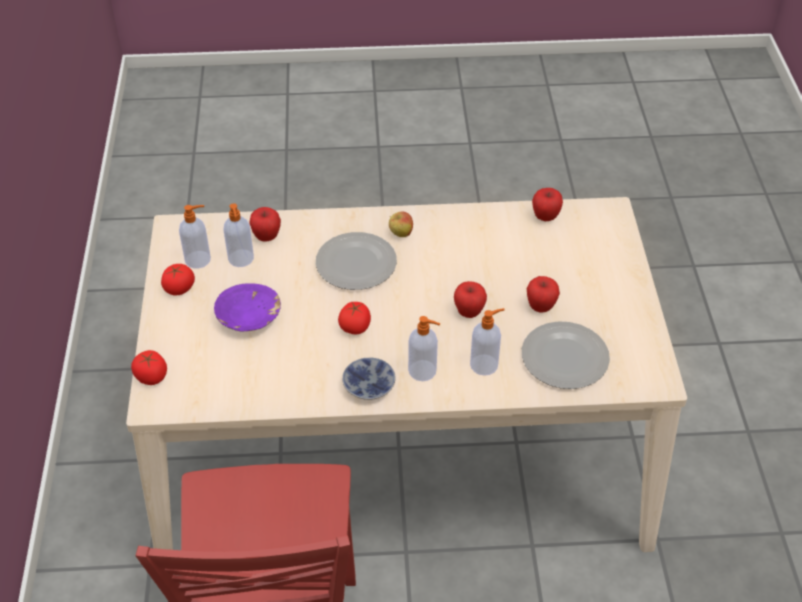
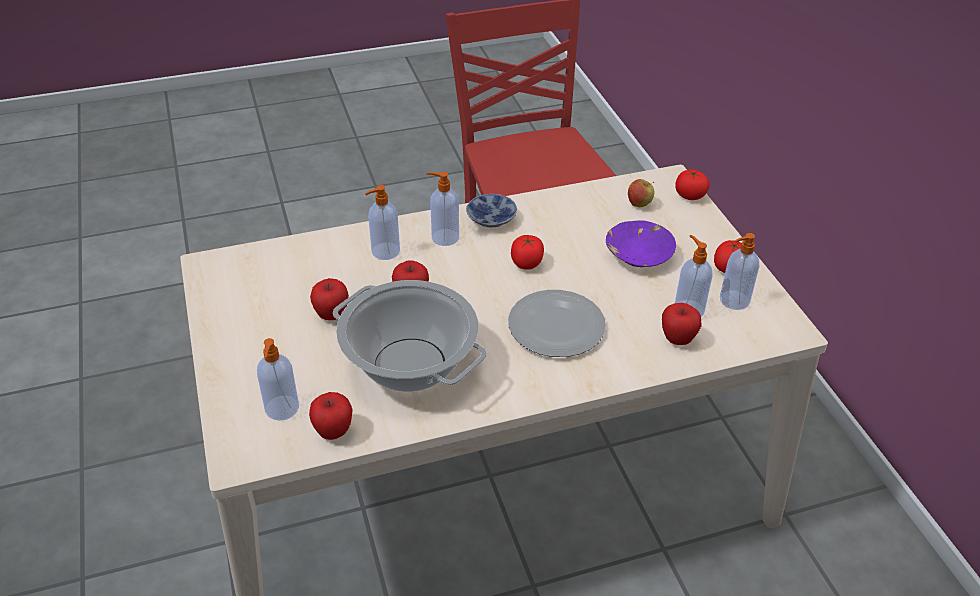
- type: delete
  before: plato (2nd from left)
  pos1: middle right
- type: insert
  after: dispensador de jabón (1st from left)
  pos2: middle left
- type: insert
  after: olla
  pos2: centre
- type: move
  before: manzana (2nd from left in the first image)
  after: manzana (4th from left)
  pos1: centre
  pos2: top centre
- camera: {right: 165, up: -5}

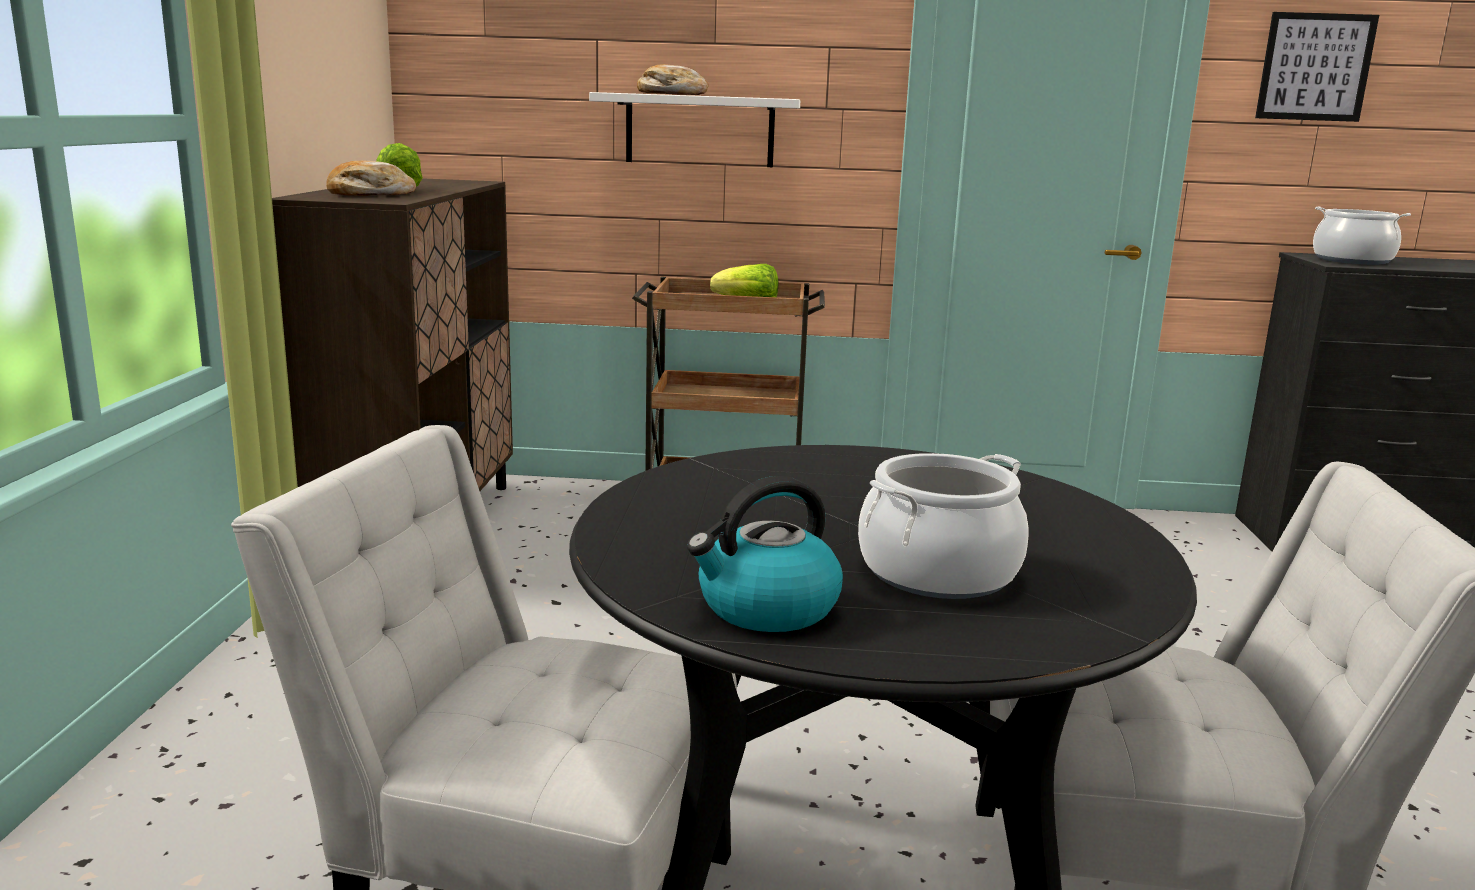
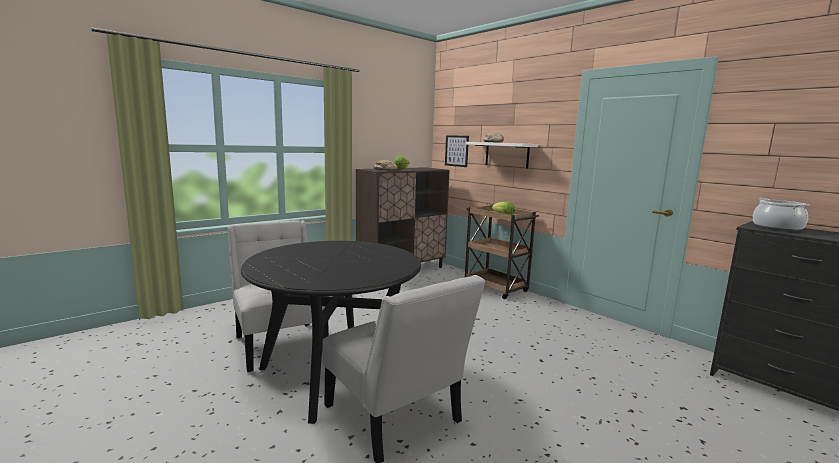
- type: delete
  before: hervidor
  pos1: centre
- type: delete
  before: olla (1st from left)
  pos1: centre
- type: move
  before: cuadro
  pos1: top right
  pos2: top centre
- camera: {right: 45, up: -5}

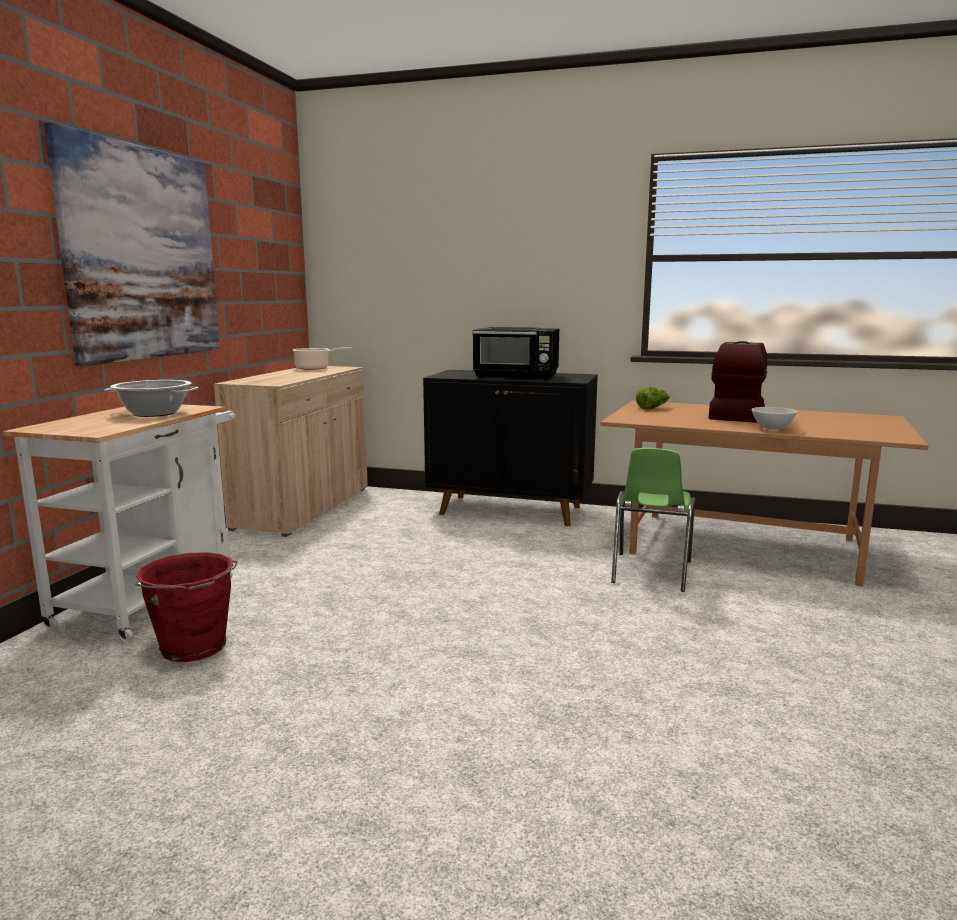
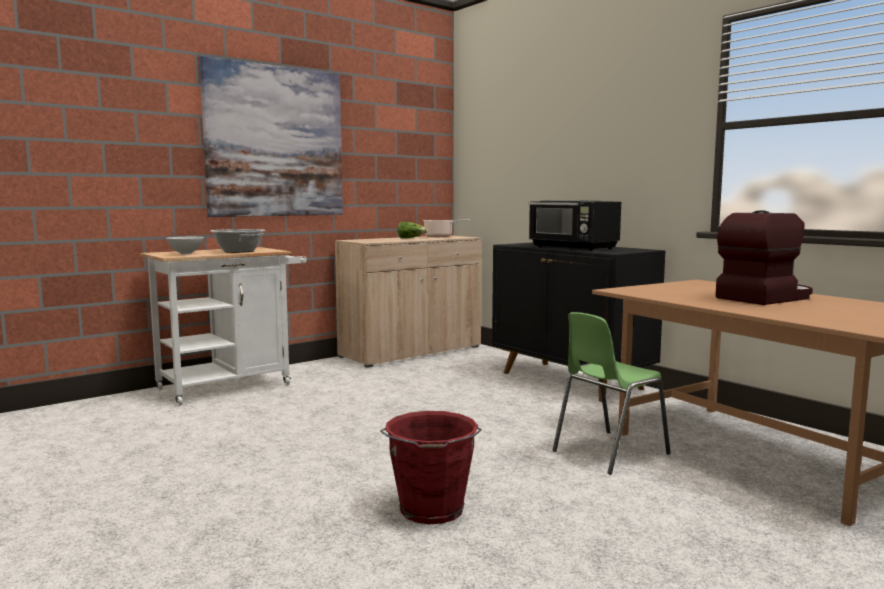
- type: move
  before: cubo/rojo
  pos1: middle left
  pos2: bottom centre
- type: move
  before: lechuga
  pos1: middle right
  pos2: centre
- type: move
  before: cuenco/blanco
  pos1: middle right
  pos2: middle left
- camera: {right: 35, up: -5}

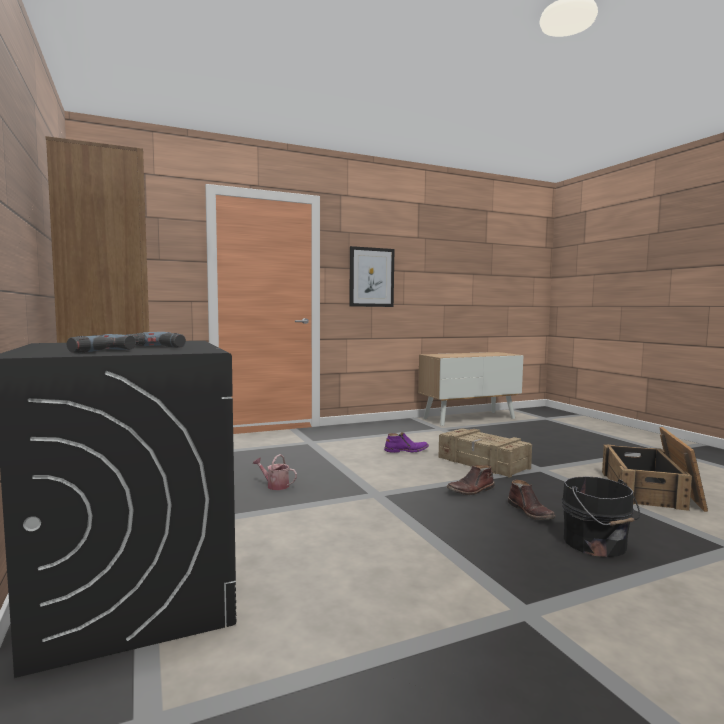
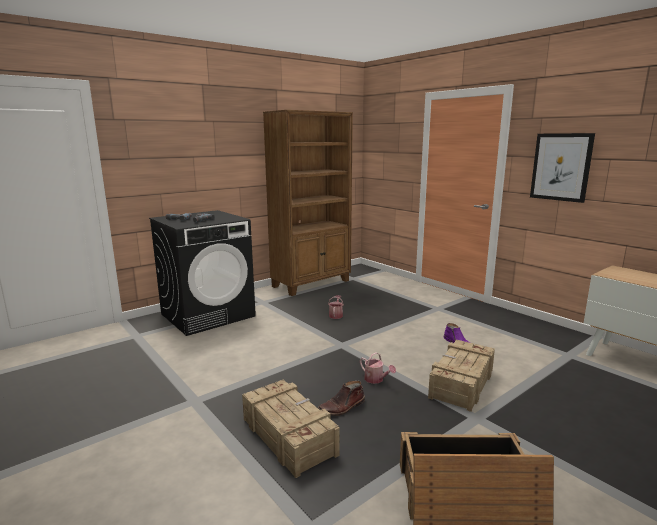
- type: replace
  before: bota/marrón (1st from left)
  after: regadera (2nd from left)
  pos1: centre
  pos2: bottom centre
- type: replace
  before: cubo/negro
  after: caja de embalaje (1st from left)
  pos1: bottom right
  pos2: bottom centre
- camera: {right: 75, up: 10}

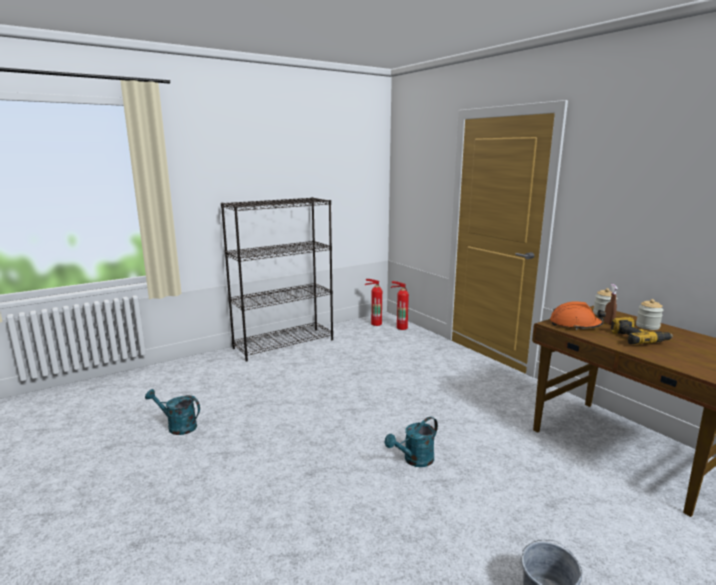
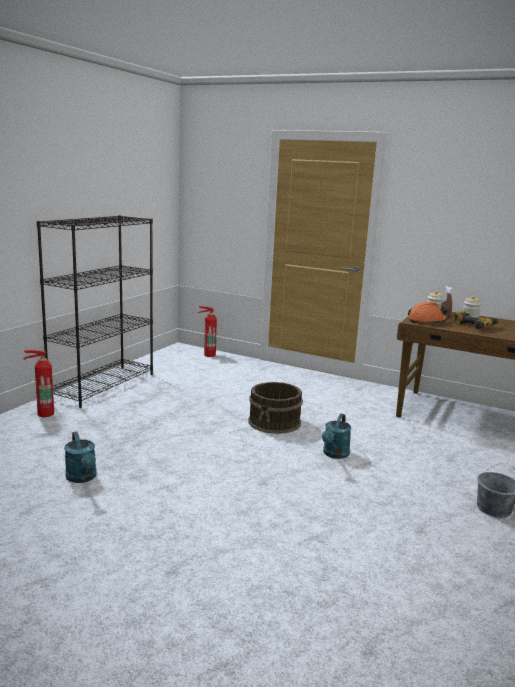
- type: insert
  after: cubo/marrón
  pos2: centre
- type: move
  before: extintor (1st from left)
  pos1: centre
  pos2: middle left
- type: rotate
  before: regadera/turquesa (1st from left)
  pos1: bottom left
  pos2: middle left
  turn: -105
- camera: {right: -30, up: 0}

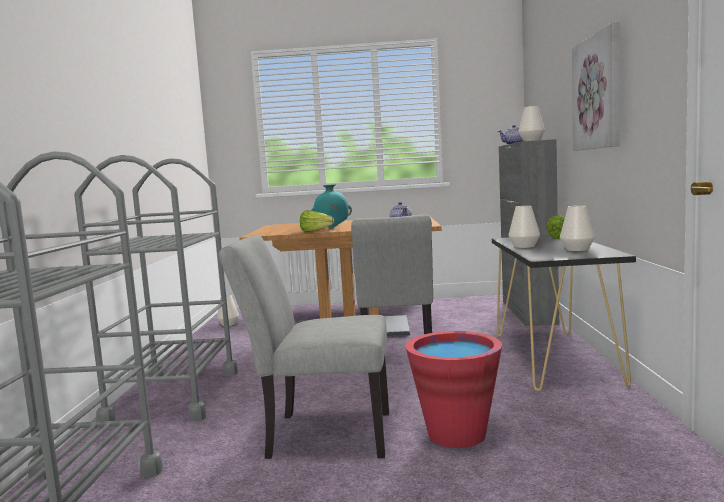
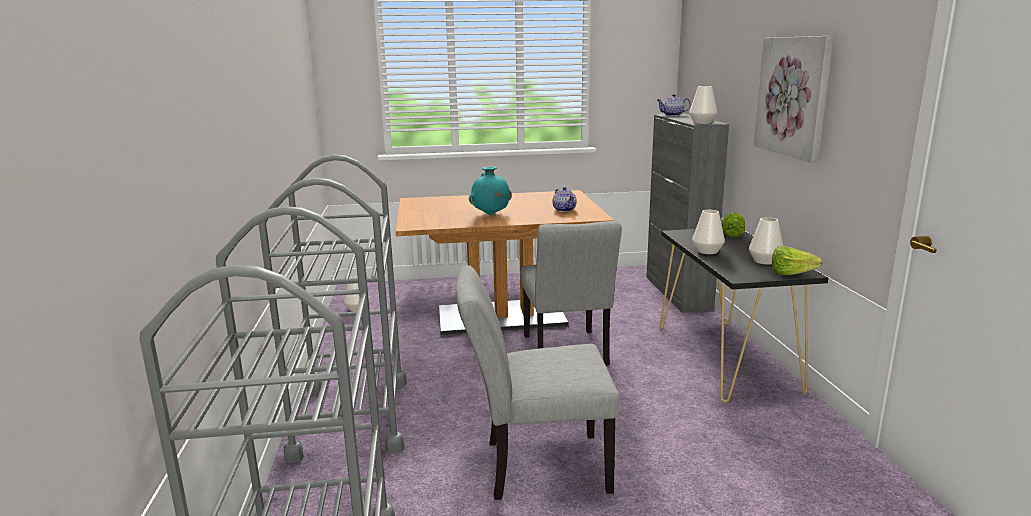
- type: delete
  before: cubo/rojo
  pos1: bottom centre
- type: move
  before: lechuga (1st from left in the first image)
  after: lechuga (2nd from left)
  pos1: centre
  pos2: middle right
- camera: {right: -10, up: 10}

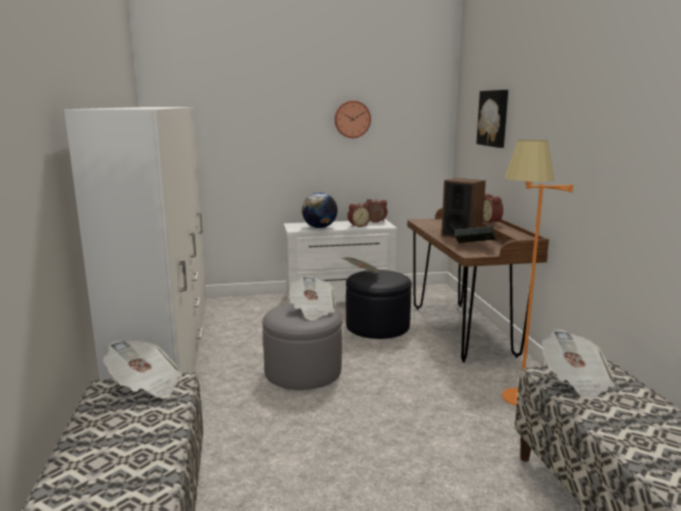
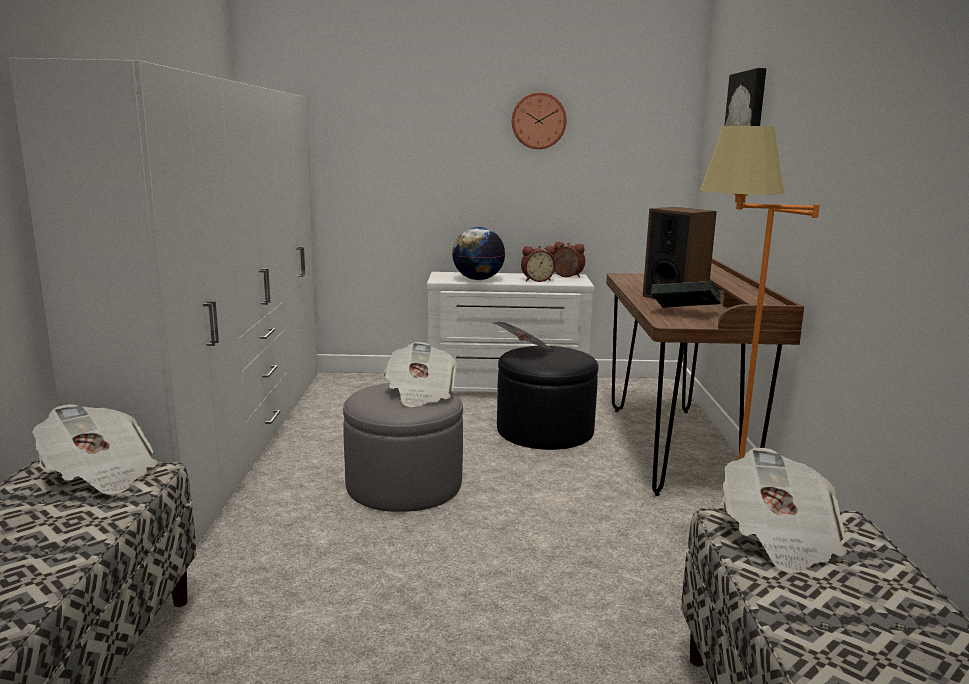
- type: delete
  before: despertador (3rd from left)
  pos1: middle right
- camera: {right: 10, up: 0}

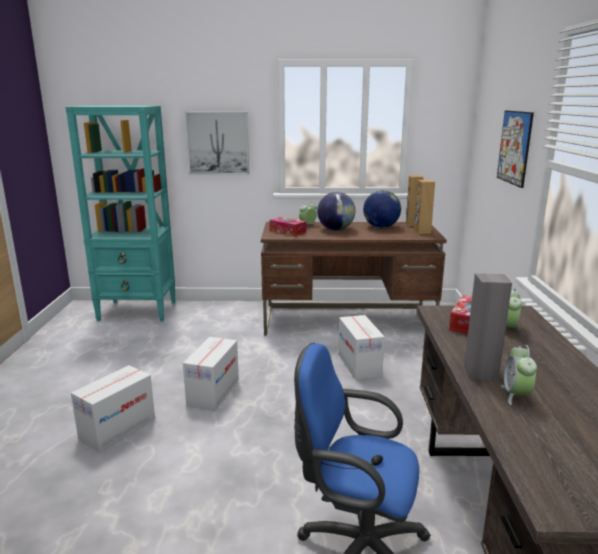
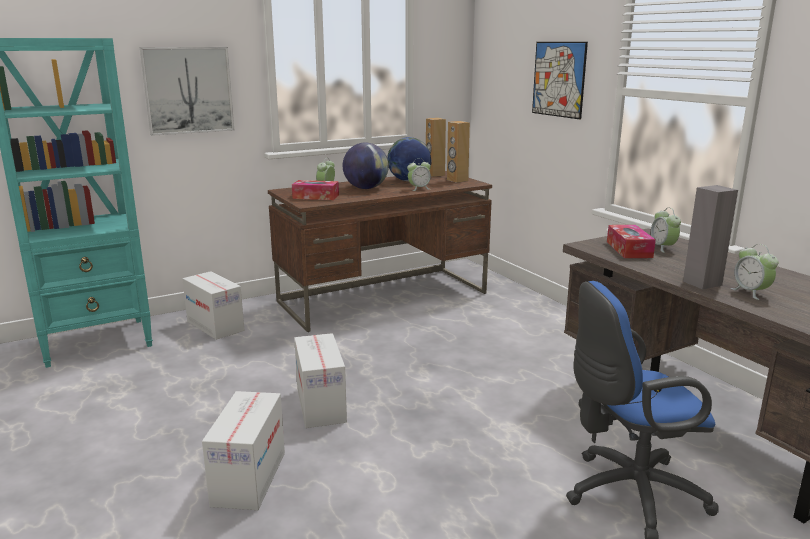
- type: insert
  after: despertador (2nd from left)
  pos2: top centre
- type: move
  before: caja de cartón (3rd from left in the first image)
  after: caja de cartón (1st from left)
  pos1: centre
  pos2: middle left
- camera: {right: -30, up: 0}

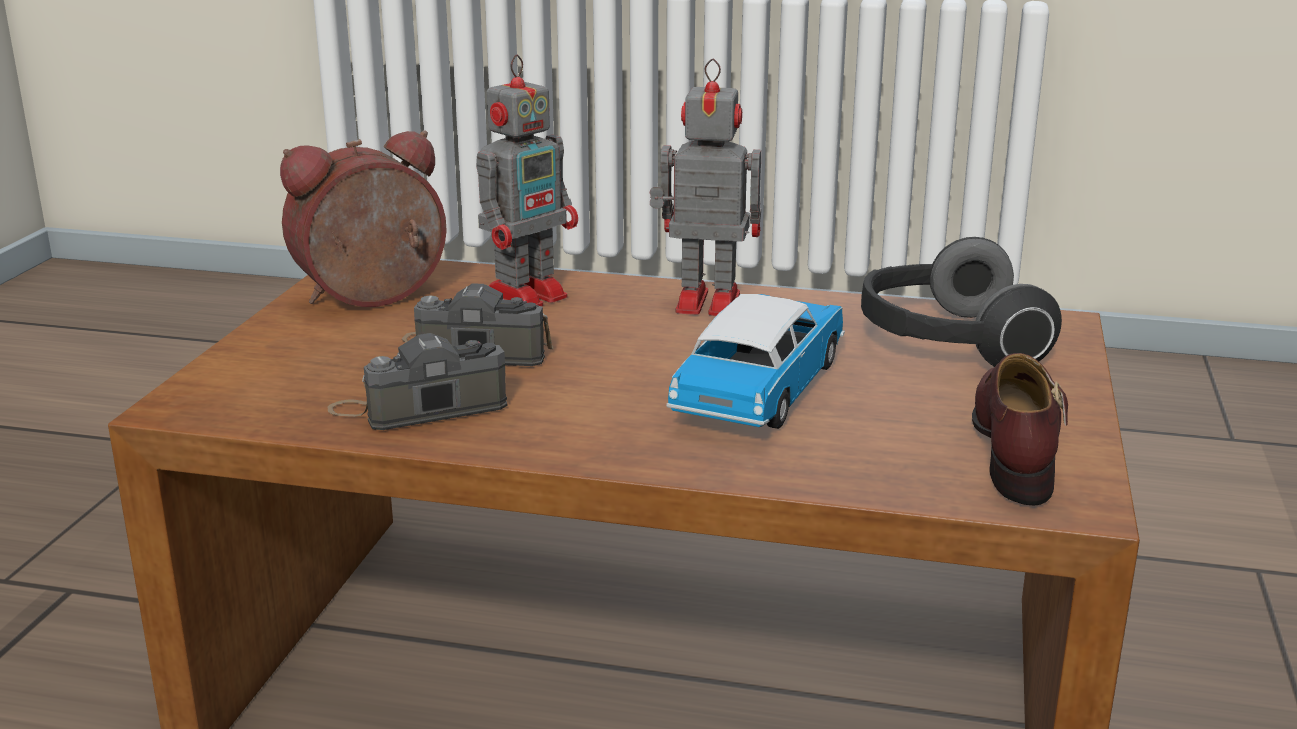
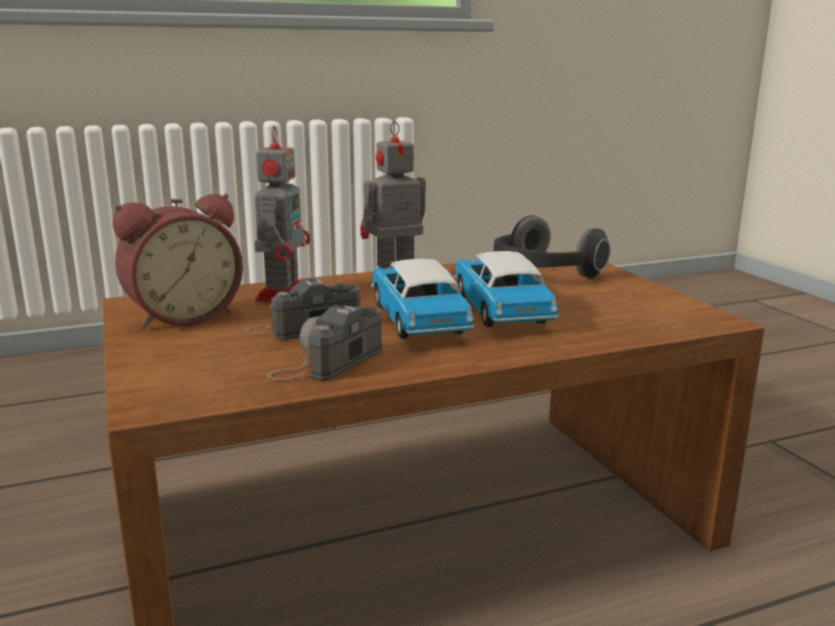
- type: delete
  before: zapato/marrón
  pos1: middle right
- type: insert
  after: coche de juguete (1st from left)
  pos2: centre
- type: rotate
  before: despertador
  pos1: top left
  pos2: middle left
  turn: -150
- camera: {right: -35, up: -5}

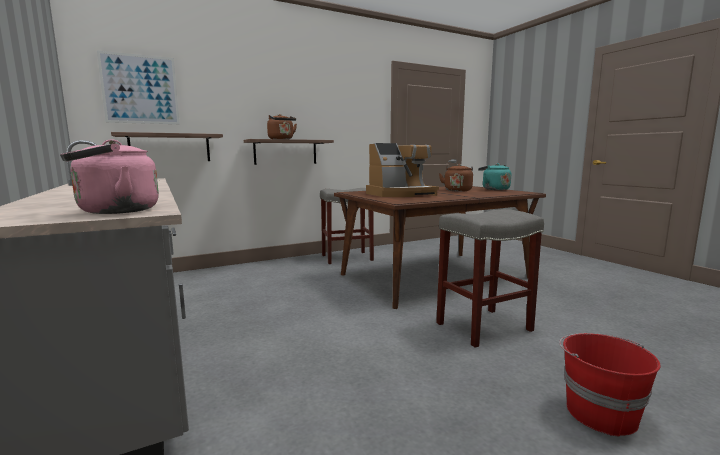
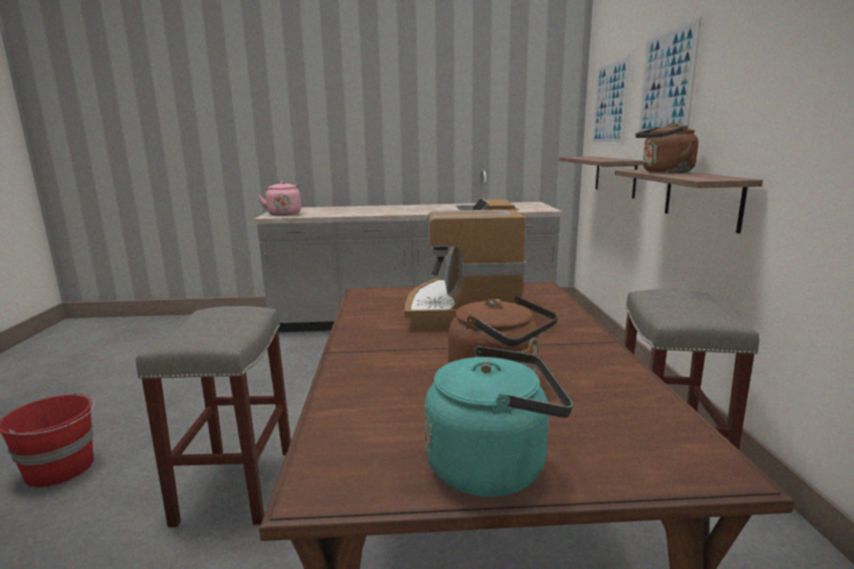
- type: insert
  after: cuadro (2nd from left)
  pos2: top right
- camera: {right: 115, up: 5}

